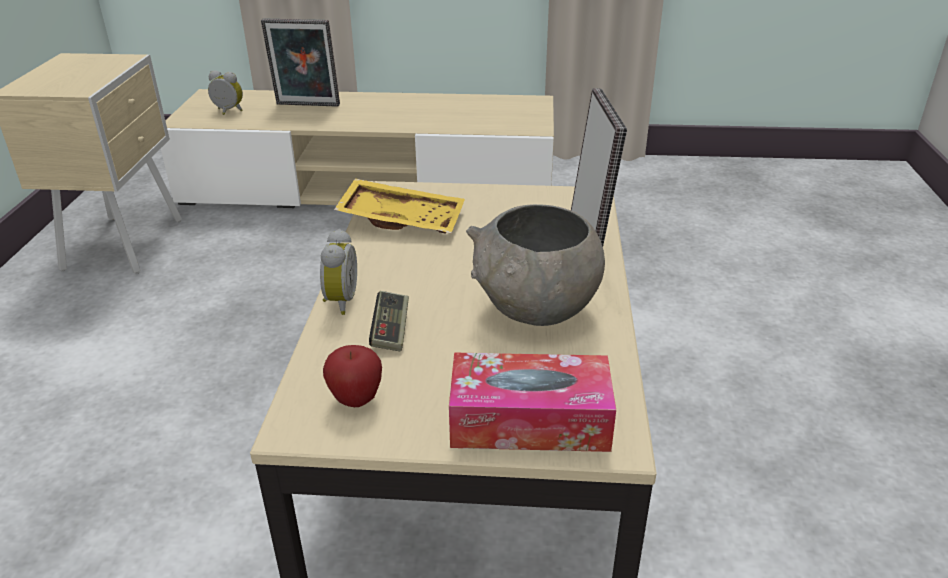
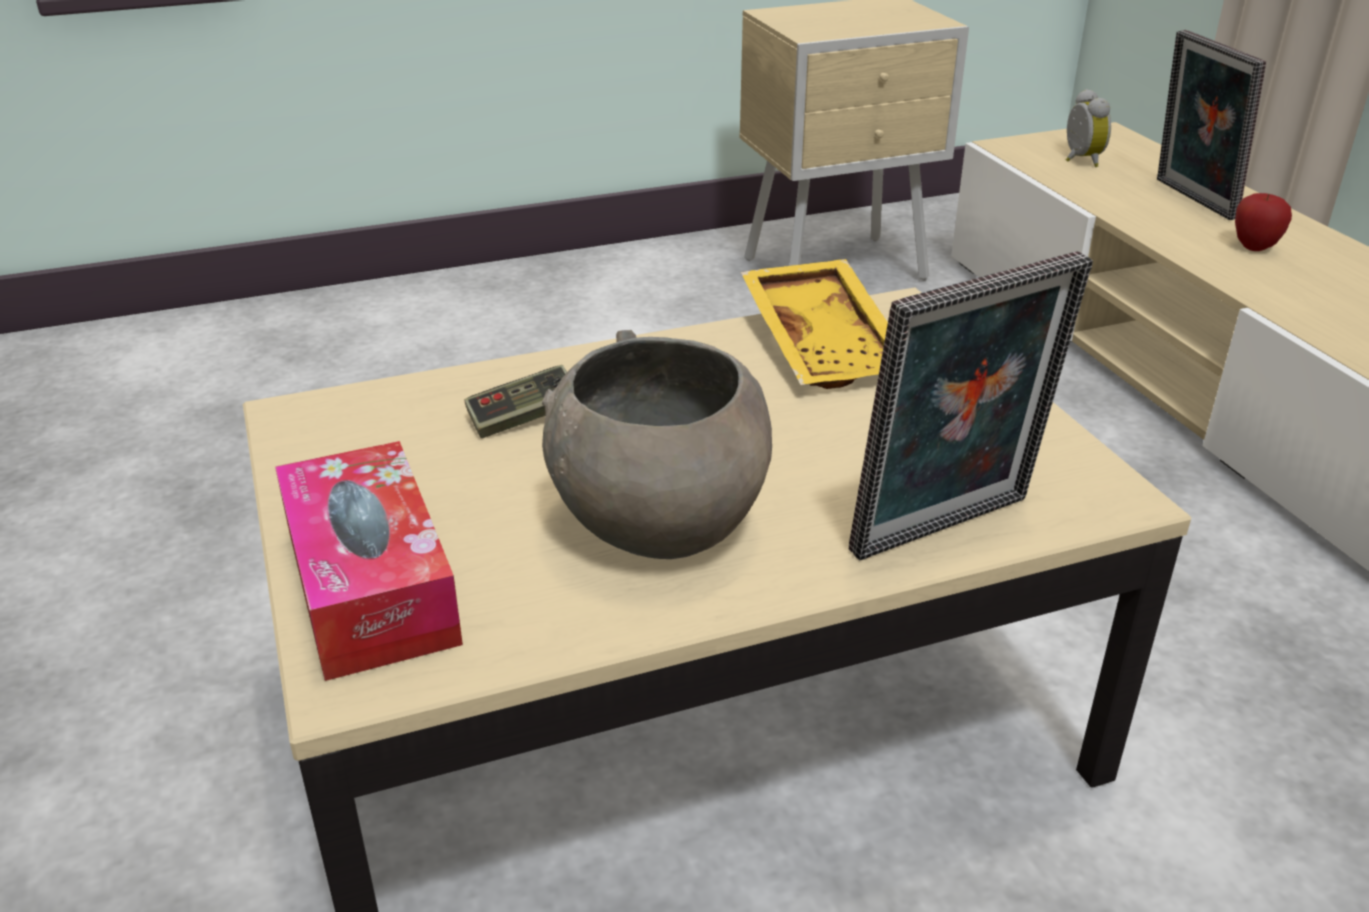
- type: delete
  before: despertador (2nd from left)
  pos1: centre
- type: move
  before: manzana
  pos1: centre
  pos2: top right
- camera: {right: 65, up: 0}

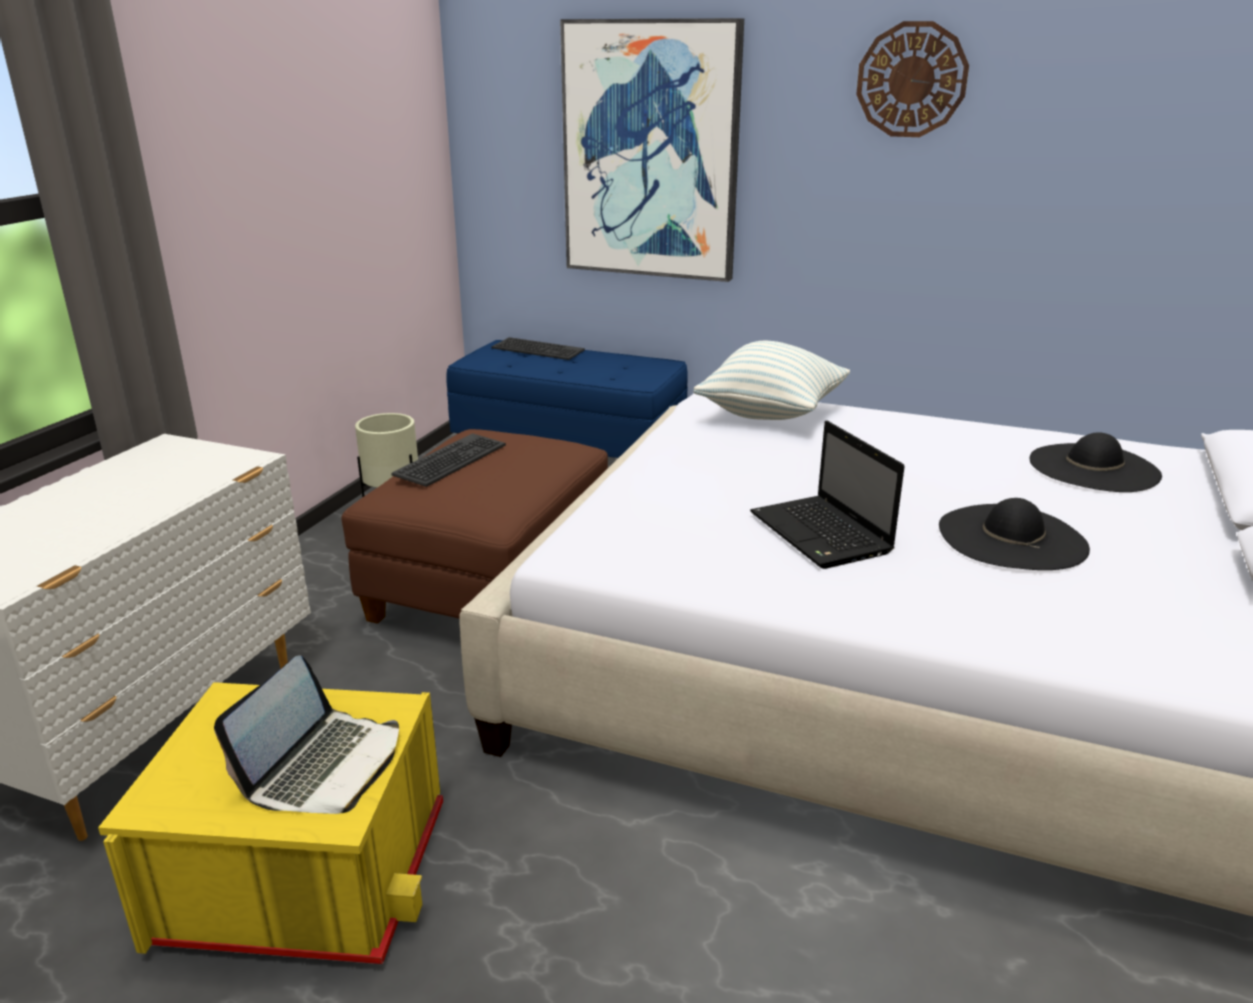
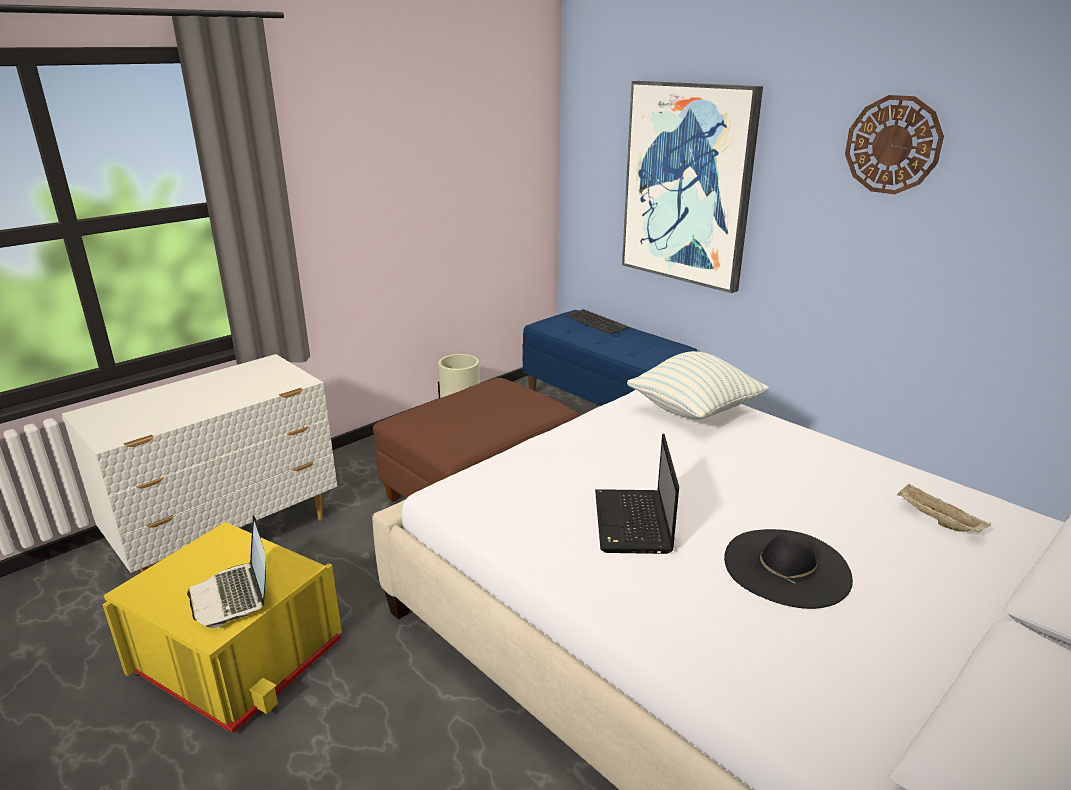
- type: delete
  before: teclado (1st from left)
  pos1: centre
- type: replace
  before: sombrero/negro (2nd from left)
  after: bandeja/beis
  pos1: middle right
  pos2: middle right
- type: rotate
  before: portátil (1st from left)
  pos1: bottom left
  pos2: bottom left
  turn: 105
- camera: {right: 25, up: 0}

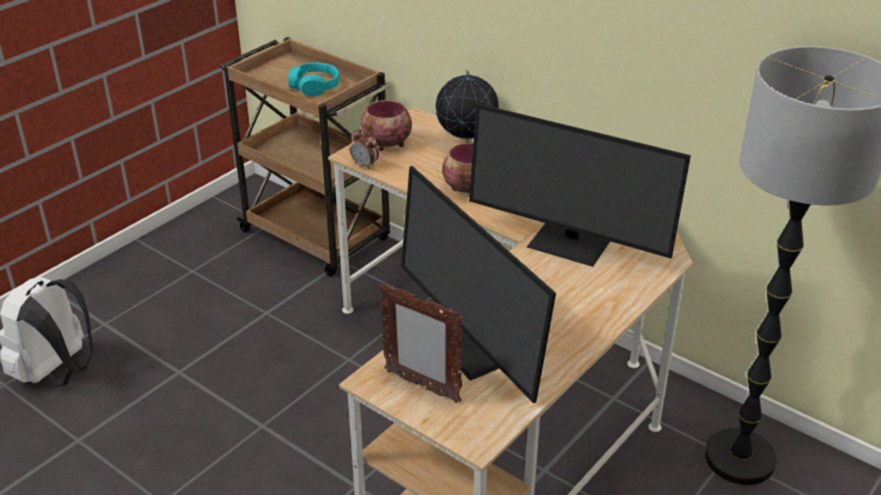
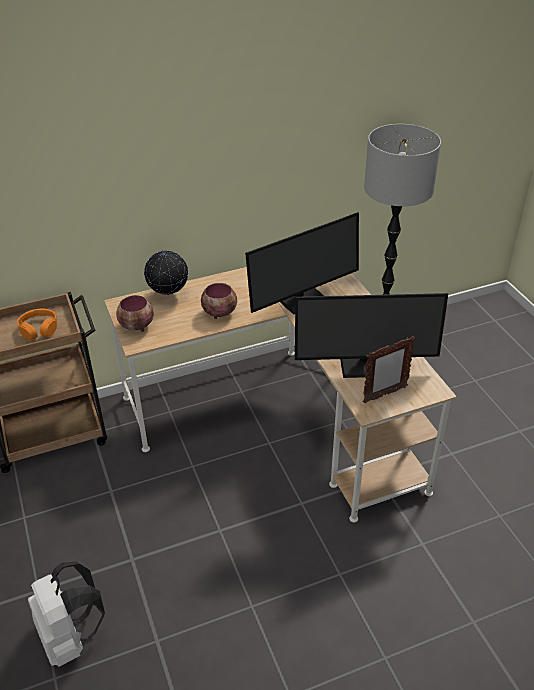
- type: delete
  before: despertador
  pos1: top centre
- type: recolor
  before: auriculares/turquesa
  after: auriculares/naranja
  pos1: top centre
  pos2: middle left
- camera: {right: -60, up: 5}

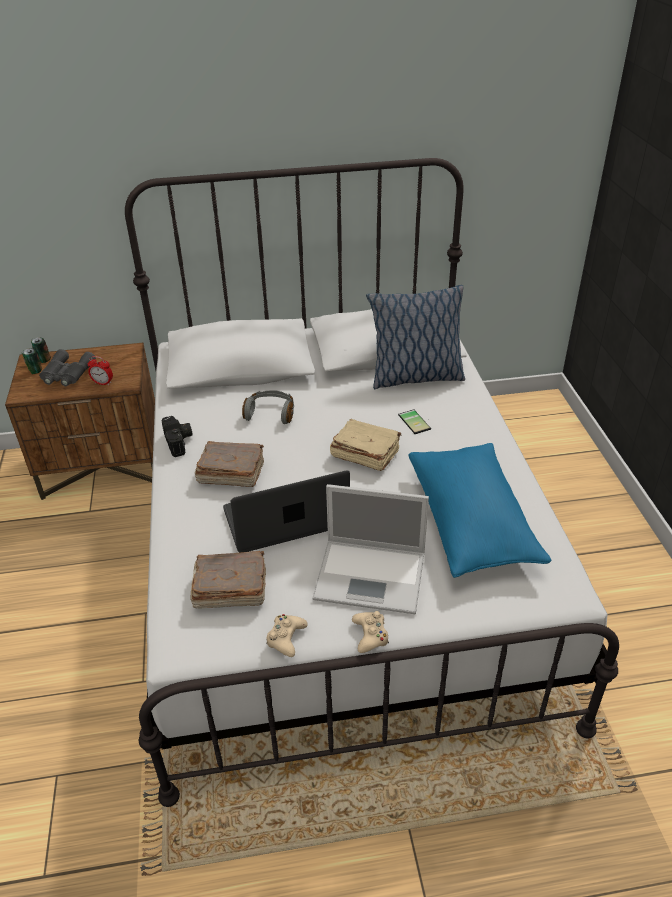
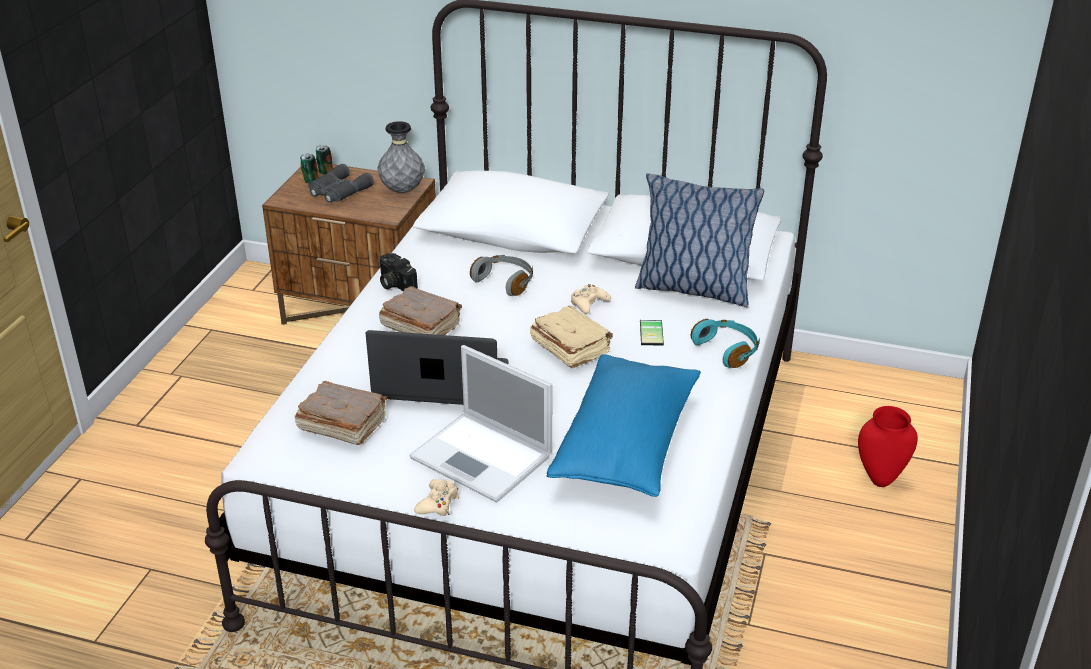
- type: delete
  before: despertador
  pos1: middle left
- type: insert
  after: florero/gris
  pos2: top centre
- type: insert
  after: auriculares/turquesa
  pos2: centre
- type: insert
  after: florero/rojo
  pos2: bottom right
- type: move
  before: mando de consola/beis (1st from left in the first image)
  after: mando de consola/beis (2nd from left)
  pos1: bottom centre
  pos2: centre
- type: rotate
  before: cámara
  pos1: middle left
  pos2: centre
  turn: 135
- camera: {right: 25, up: -5}

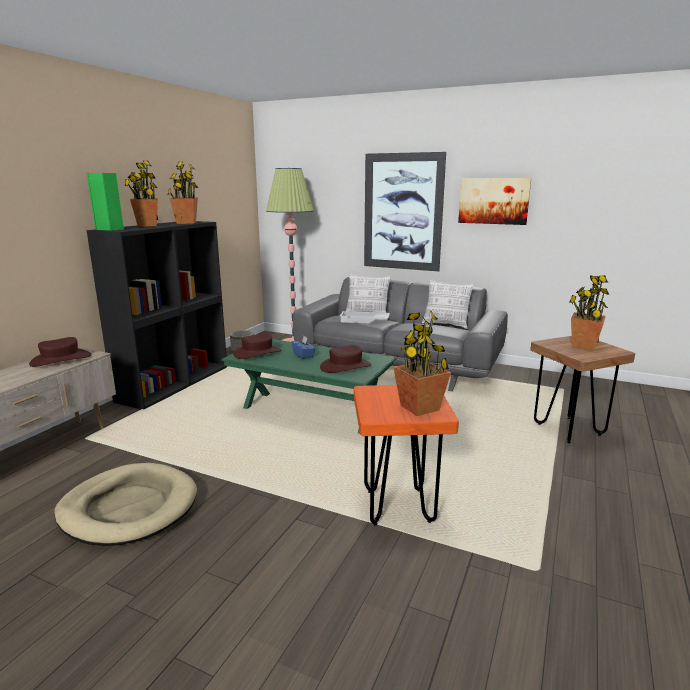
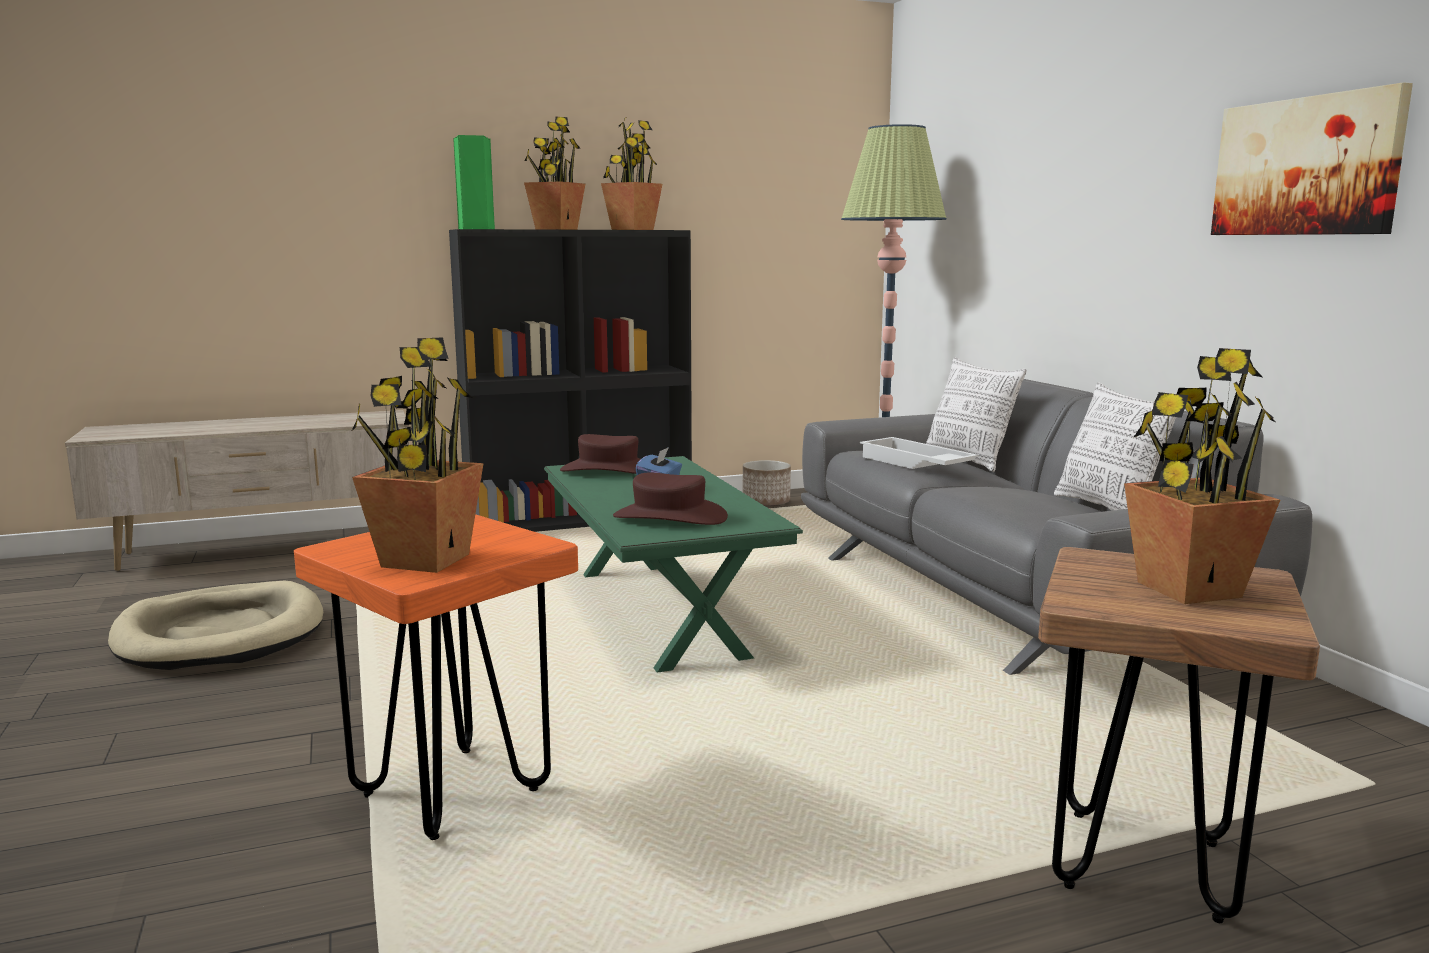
- type: delete
  before: sombrero/marrón (1st from left)
  pos1: middle left
- type: delete
  before: cuadro (1st from left)
  pos1: top centre
- camera: {right: 45, up: -5}

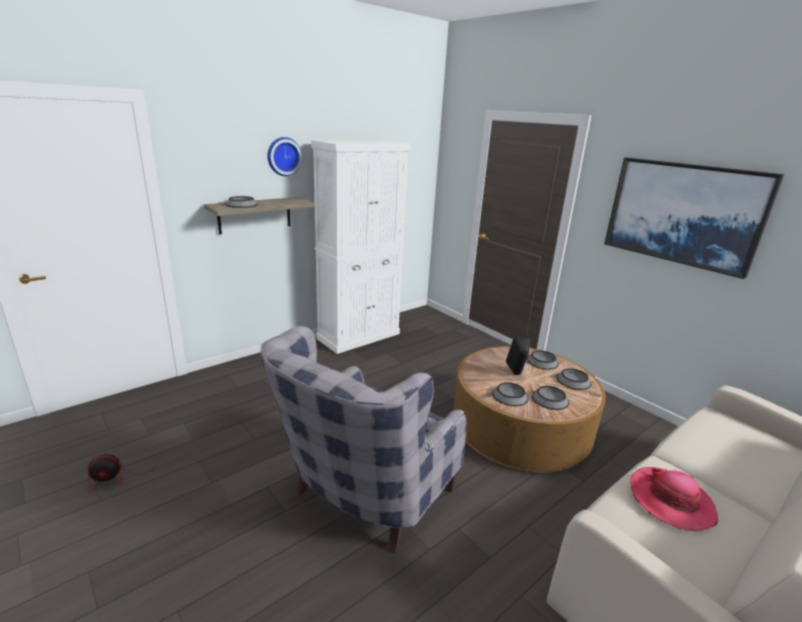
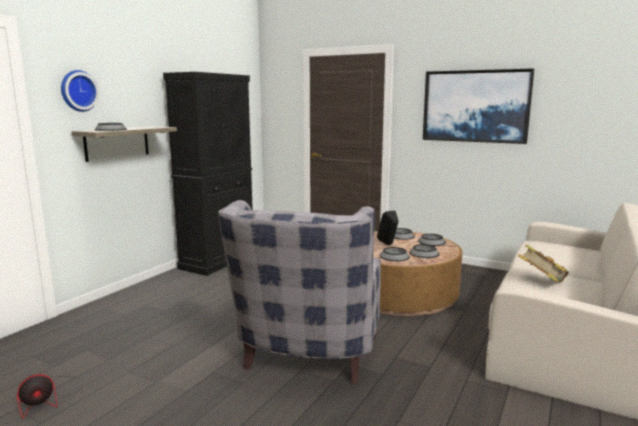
- type: move
  before: reloj de pared
  pos1: top centre
  pos2: top left
- type: replace
  before: sombrero
  after: libro
  pos1: bottom right
  pos2: middle right
- type: recolor
  before: armario/blanco
  after: armario/negro
  pos1: centre
  pos2: middle left
- camera: {right: -20, up: -10}

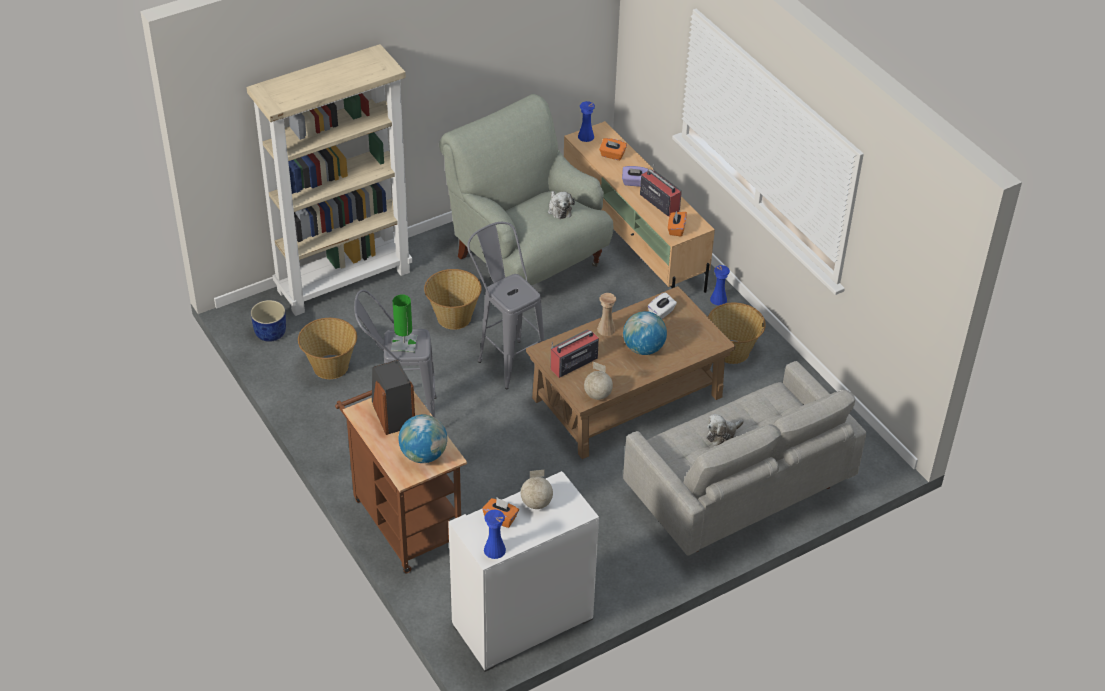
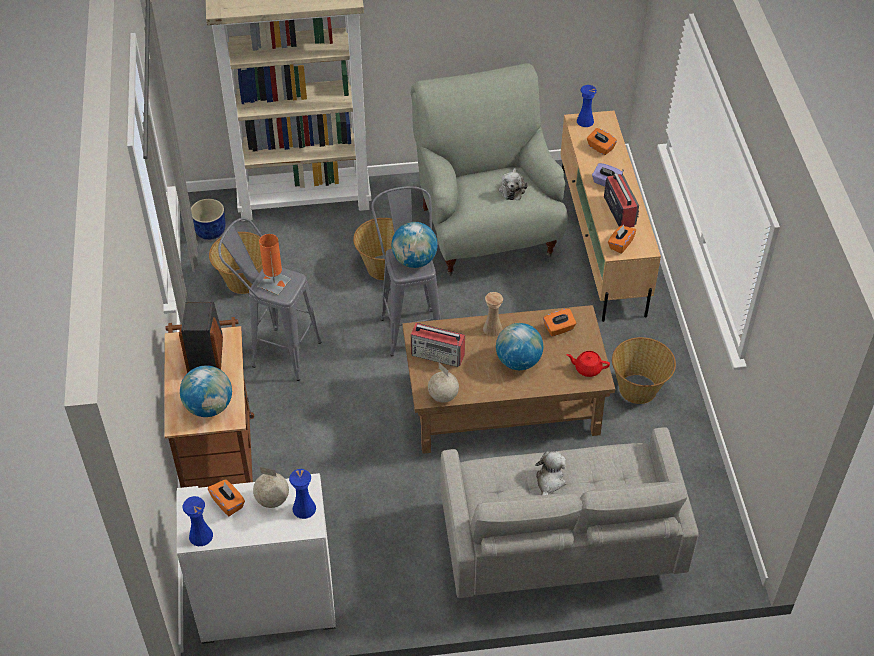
- type: insert
  after: globo terráqueo (3rd from left)
  pos2: centre
- type: insert
  after: tetera/rojo
  pos2: middle right
- type: move
  before: florero/azul (3rd from left in the first image)
  after: florero/azul (2nd from left)
  pos1: centre
  pos2: bottom centre
- type: recolor
  before: lámpara de mesa/verde
  after: lámpara de mesa/naranja
  pos1: centre
  pos2: middle left
- type: recolor
  before: caja de pañuelos/blanco
  after: caja de pañuelos/naranja (2nd from left)
  pos1: centre
  pos2: centre
- type: rotate
  before: radio (1st from left)
  pos1: centre
  pos2: centre
  turn: -150
- type: rotate
  before: peluche (2nd from left)
  pos1: centre
  pos2: bottom centre
  turn: 120
- camera: {right: 25, up: 5}

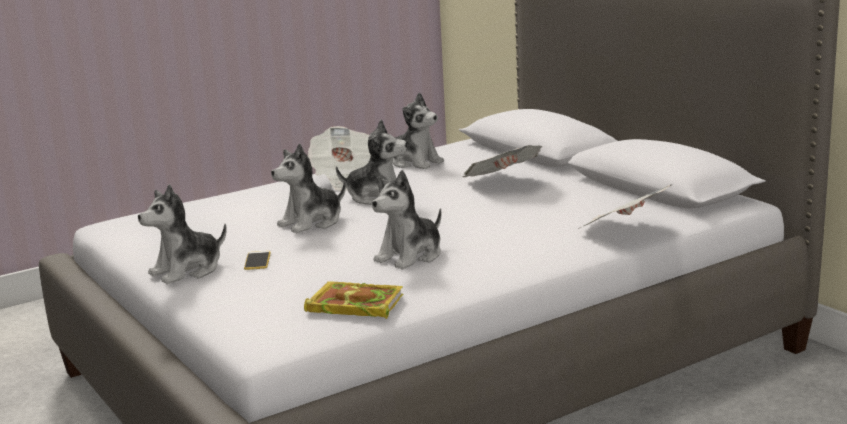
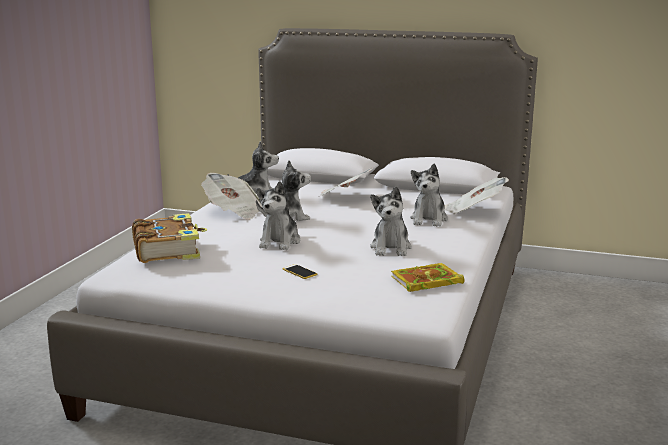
- type: insert
  after: libro (1st from left)
  pos2: middle left
- type: move
  before: peluche (1st from left in the first image)
  after: peluche (5th from left)
  pos1: middle left
  pos2: centre
- camera: {right: -40, up: 0}

